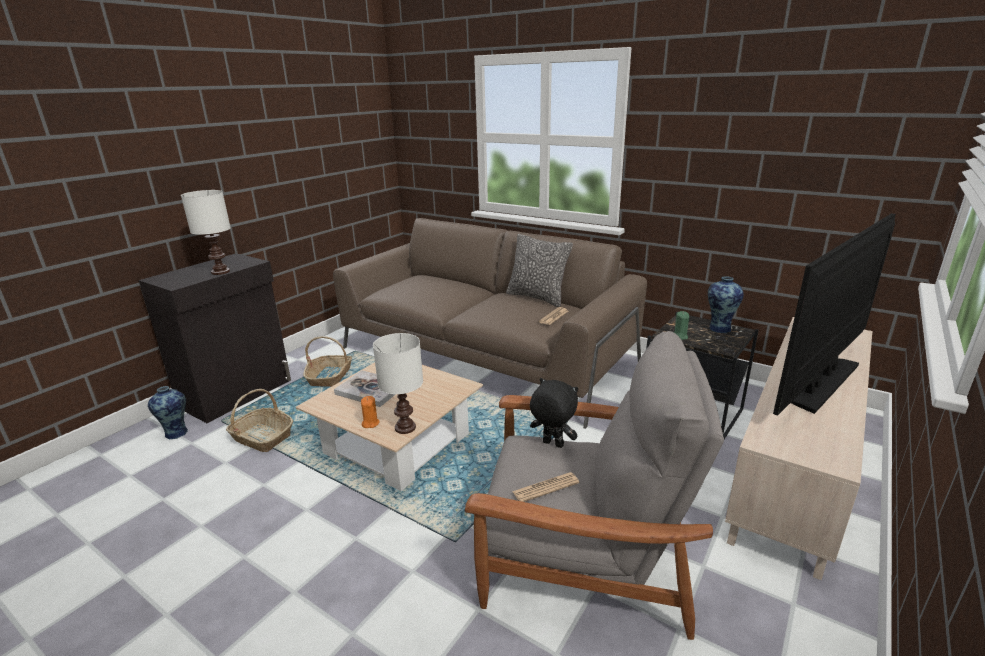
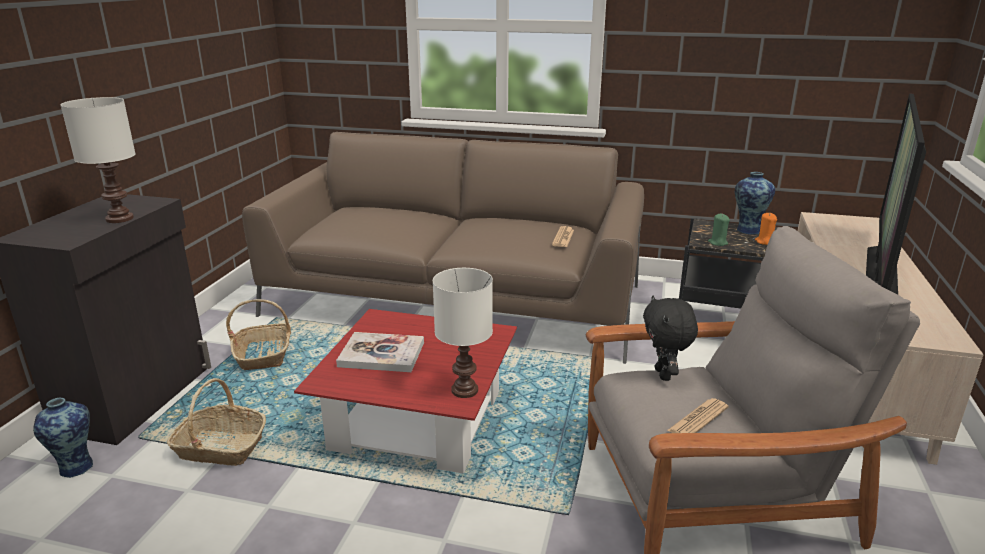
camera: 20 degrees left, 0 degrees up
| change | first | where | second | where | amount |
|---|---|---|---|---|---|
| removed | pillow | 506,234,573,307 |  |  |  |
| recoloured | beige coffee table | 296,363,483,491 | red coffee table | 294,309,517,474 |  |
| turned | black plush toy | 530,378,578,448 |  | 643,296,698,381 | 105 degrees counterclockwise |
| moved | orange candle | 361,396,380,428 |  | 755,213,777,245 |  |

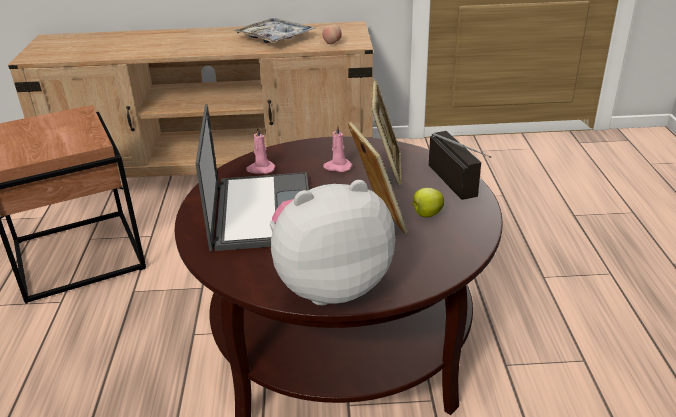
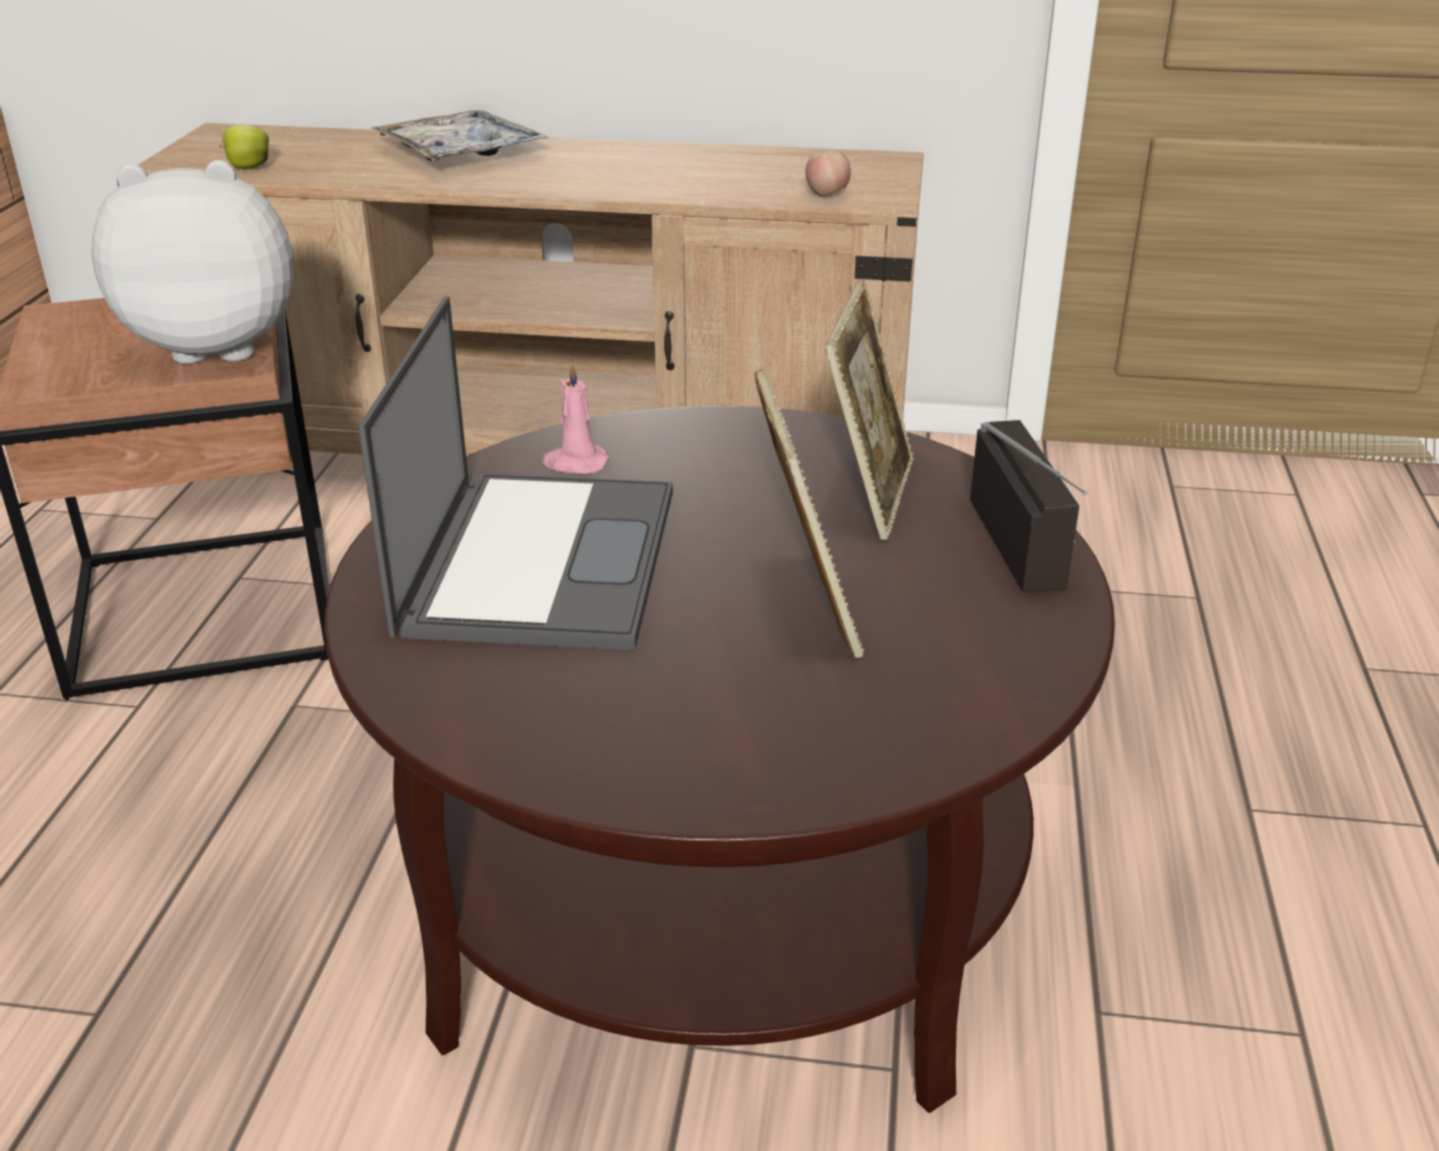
camera: 10 degrees right, 0 degrees up
| change | first | where | second | where | amount |
|---|---|---|---|---|---|
| moved | tray | 232,18,316,43 |  | 370,110,549,161 |  |
| removed | pink candle | 323,124,352,172 |  |  |  |
| moved | plush toy | 270,180,395,305 |  | 91,160,294,364 |  |
| moved | apple | 411,188,444,217 |  | 219,124,269,169 |  |

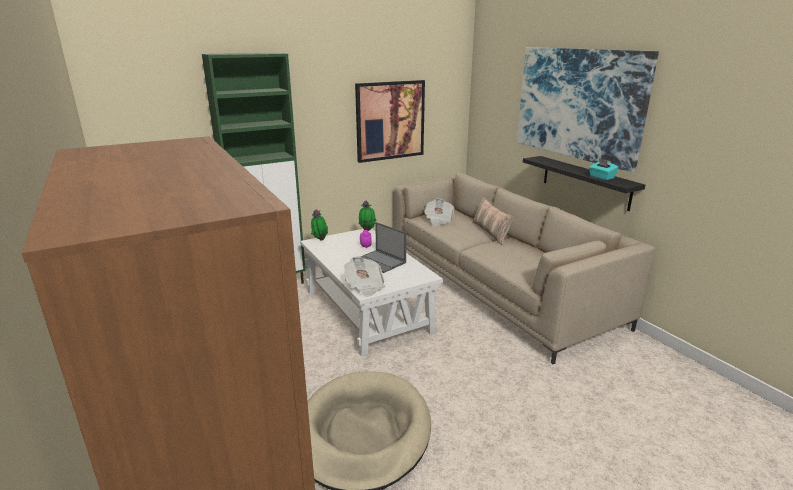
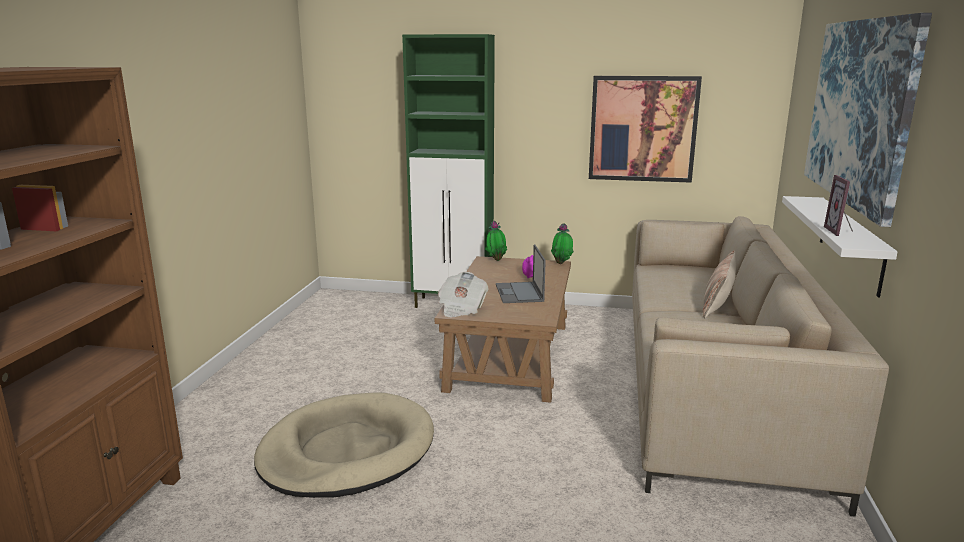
camera: 40 degrees right, 5 degrees down
| change | first | where | second | where | amount |
|---|---|---|---|---|---|
| recoloured | black shelf | 523,156,645,211 | white shelf | 782,196,898,297 |  |
| replaced | turquoise tissue box | 589,159,619,180 | picture frame | 824,175,853,236 |  |
| removed | newspaper | 424,199,455,226 |  |  |  |
| recoloured | white coffee table | 300,228,443,356 | brown coffee table | 435,256,571,403 |  |

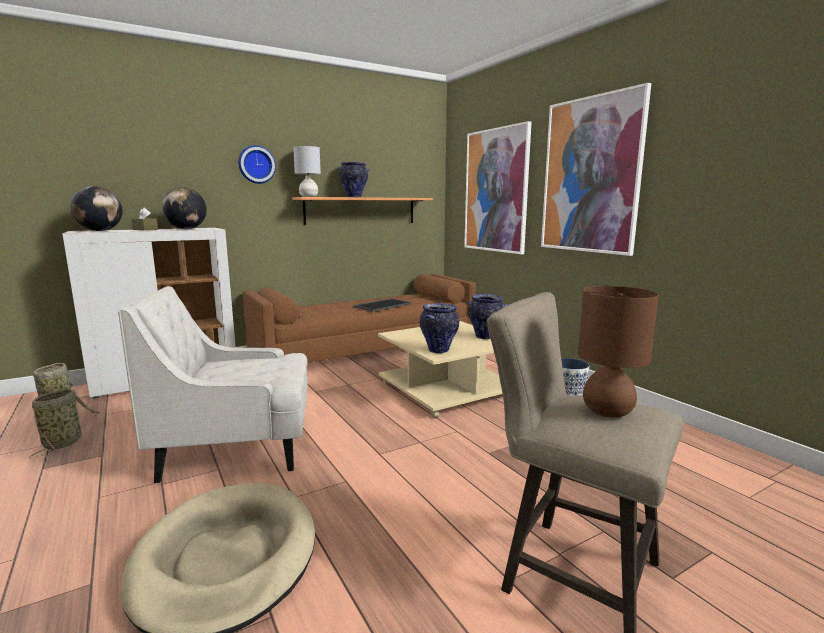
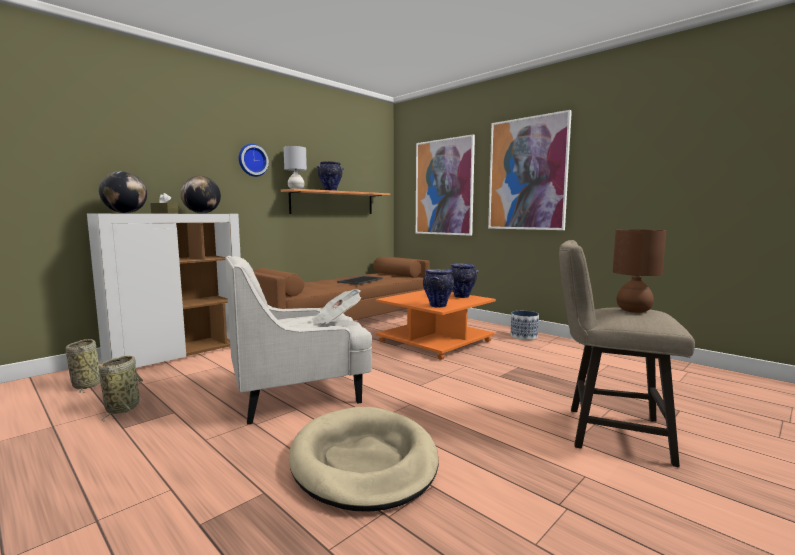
camera: 15 degrees left, 5 degrees down
| change | first | where | second | where | amount |
|---|---|---|---|---|---|
| recoloured | beige coffee table | 378,321,502,418 | orange coffee table | 376,290,496,360 |  |
| added |  |  | newspaper | 309,289,361,324 |  |

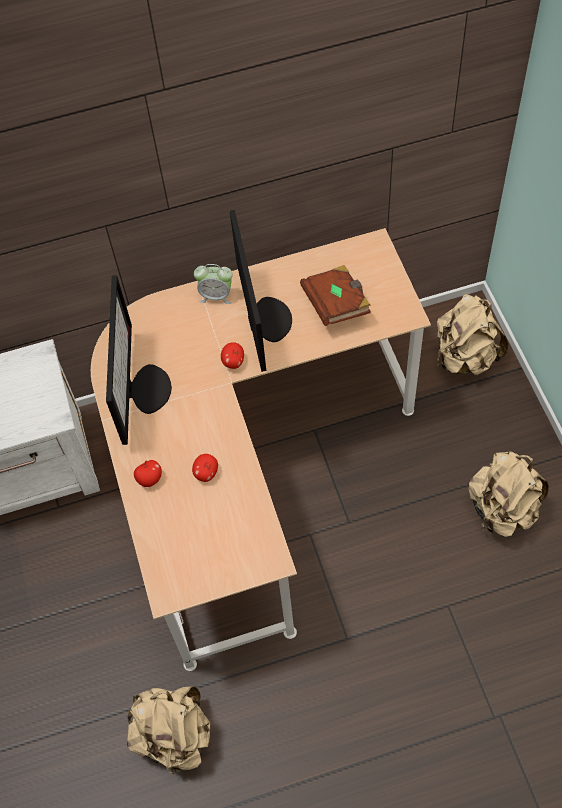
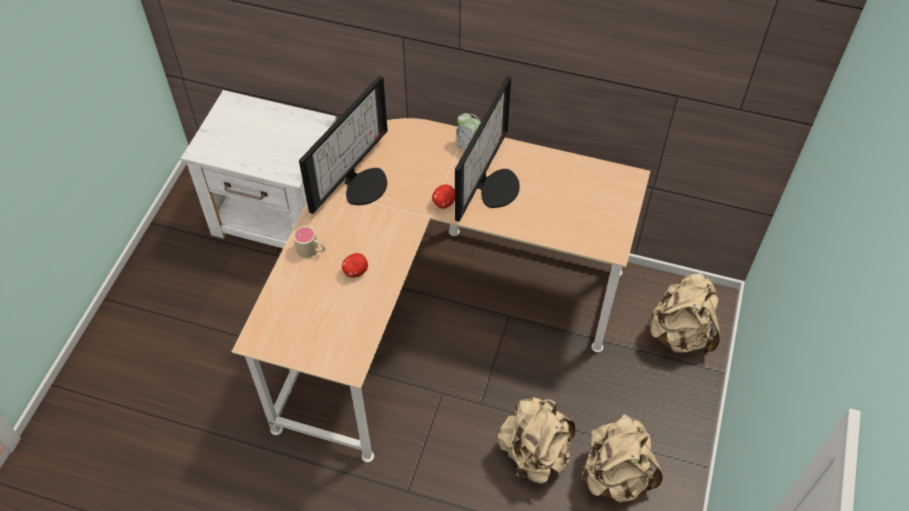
camera: 30 degrees right, 5 degrees down
| change | first | where | second | where | amount |
|---|---|---|---|---|---|
| removed | brown book | 300,265,371,326 |  |  |  |
| replaced | apple | 134,460,162,487 | beige mug | 293,226,325,258 |  |
| moved | beige backpack | 127,686,210,774 |  | 497,397,575,484 |  |

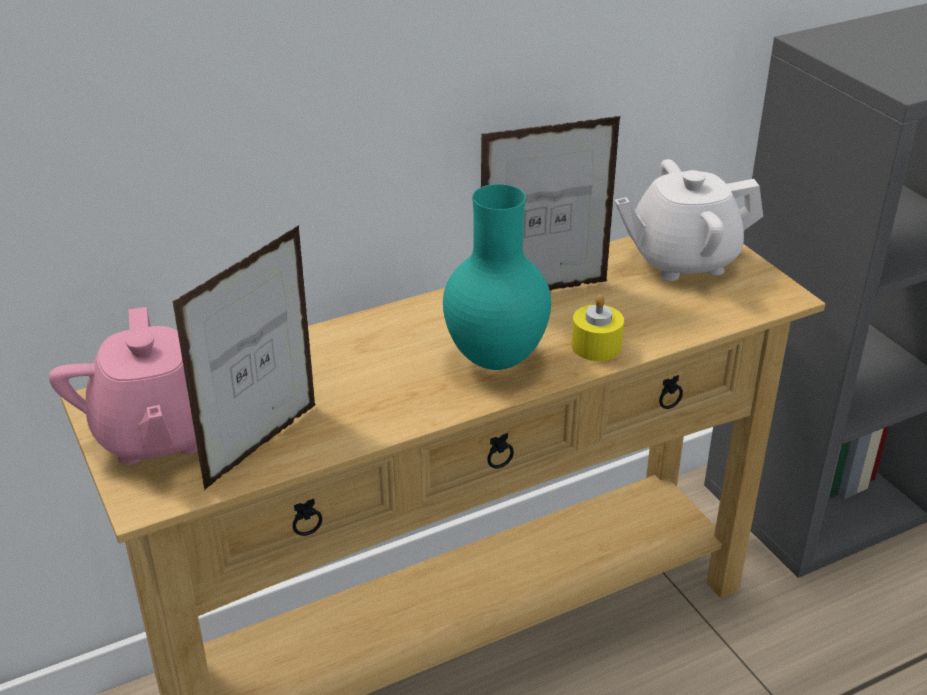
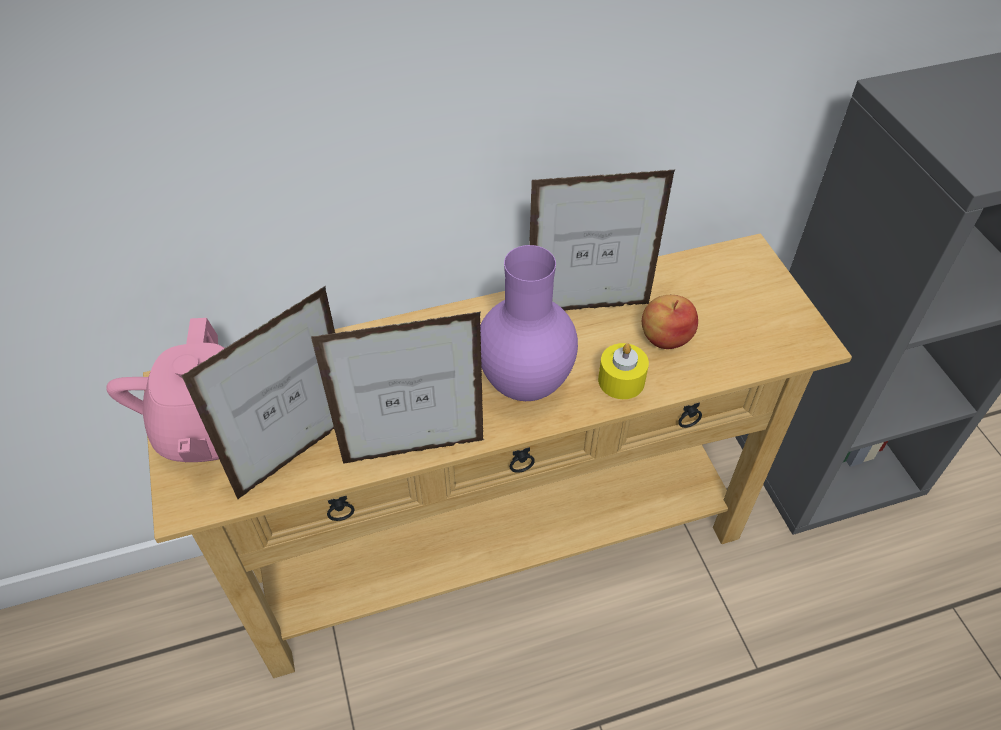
camera: 10 degrees right, 15 degrees up
| change | first | where | second | where | amount |
|---|---|---|---|---|---|
| removed | white teapot | 614,159,763,281 |  |  |  |
| recoloured | turquoise vase | 443,184,551,370 | purple vase | 480,245,578,401 |  |
| added |  |  | apple | 642,295,698,349 |  |
| added |  |  | picture frame | 311,311,485,464 |  |

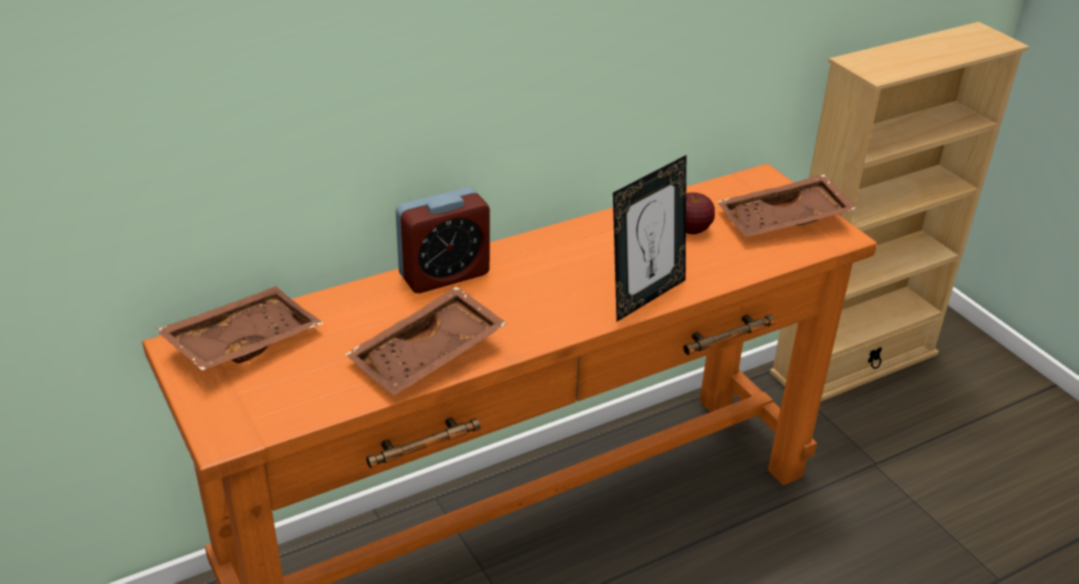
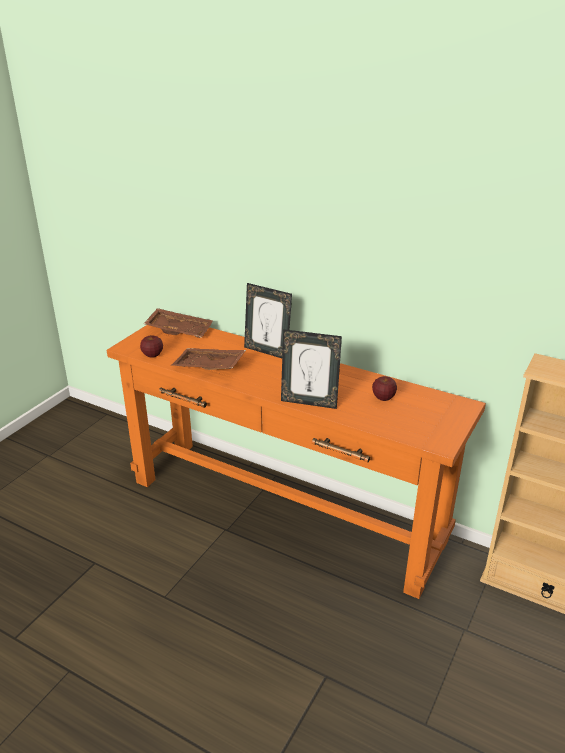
camera: 60 degrees right, 5 degrees down
| change | first | where | second | where | amount |
|---|---|---|---|---|---|
| removed | brown tray | 717,174,857,237 |  |  |  |
| replaced | alarm clock | 396,187,490,293 | picture frame | 244,283,292,358 |  |
| added |  |  | apple | 140,335,163,358 |  |

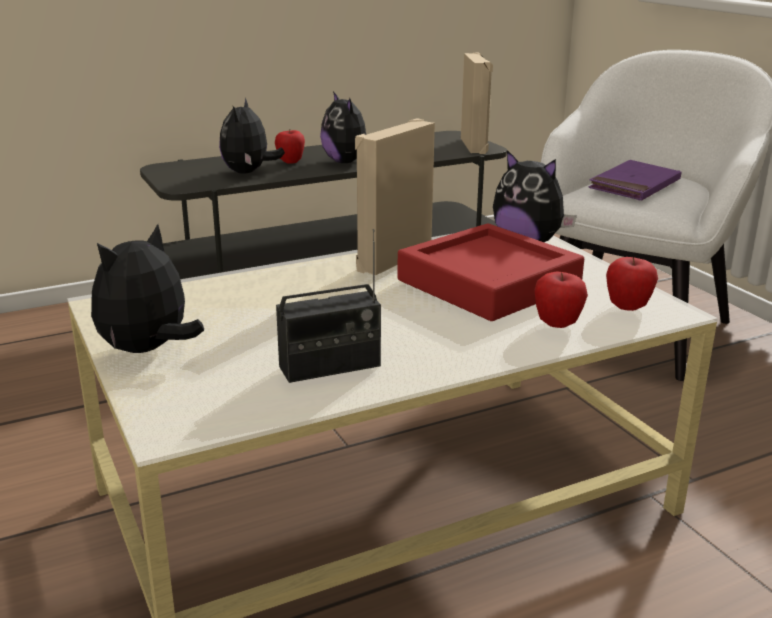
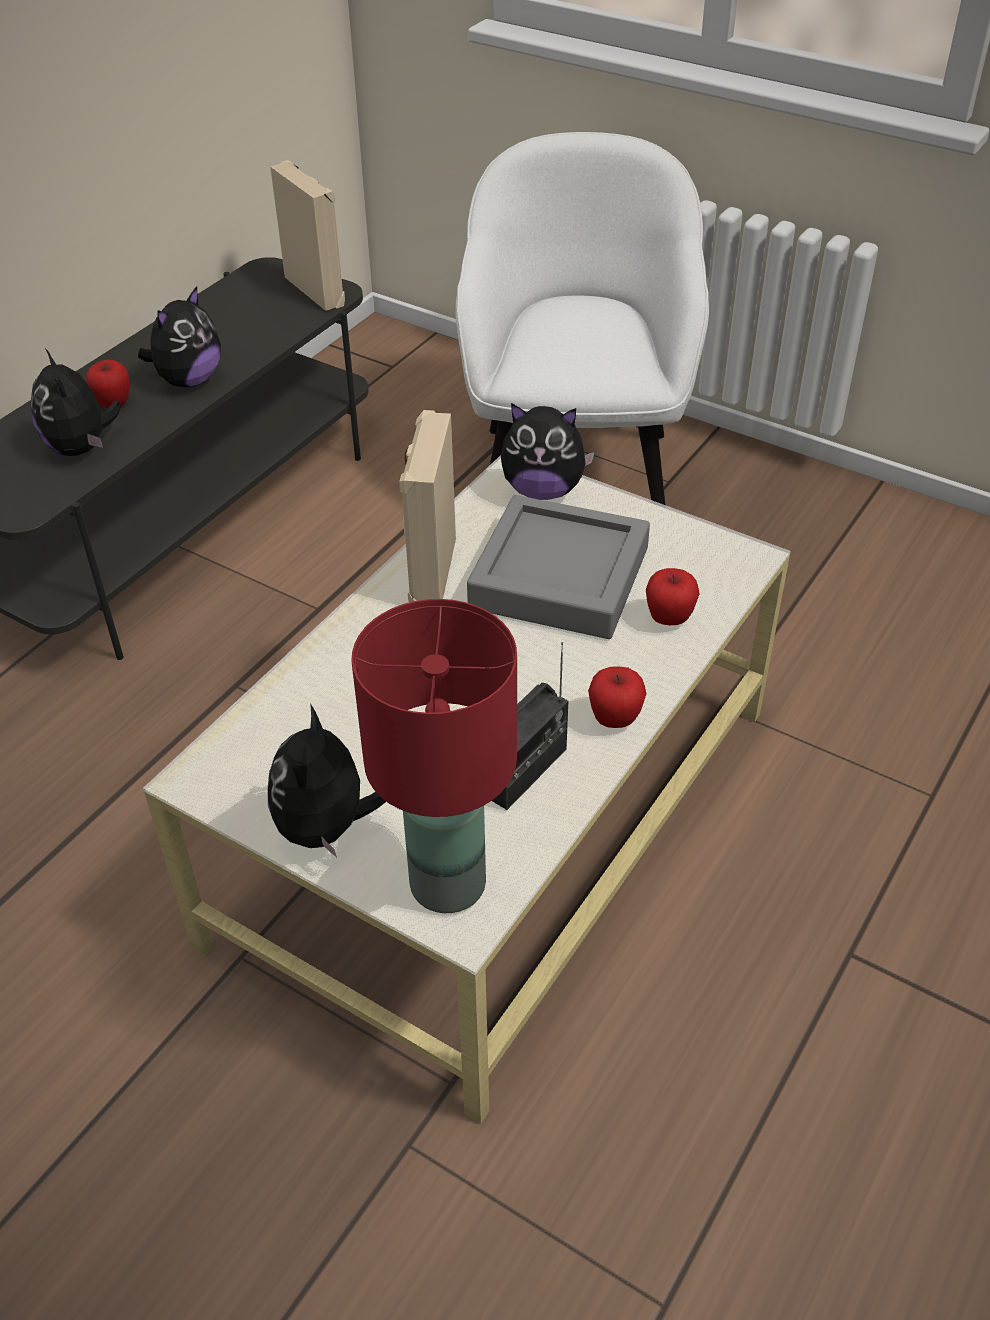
camera: 30 degrees left, 20 degrees up
| change | first | where | second | where | amount |
|---|---|---|---|---|---|
| turned | plush toy | 320,91,366,163 |  | 138,286,221,388 | 90 degrees counterclockwise |
| removed | purple book | 589,160,682,200 |  |  |  |
| recoloured | red tray | 397,224,584,321 | grey tray | 467,495,650,639 |  |
| moved | apple | 606,257,658,311 |  | 588,666,646,728 |  |
| added |  |  | red table lamp | 352,599,517,913 |  |

